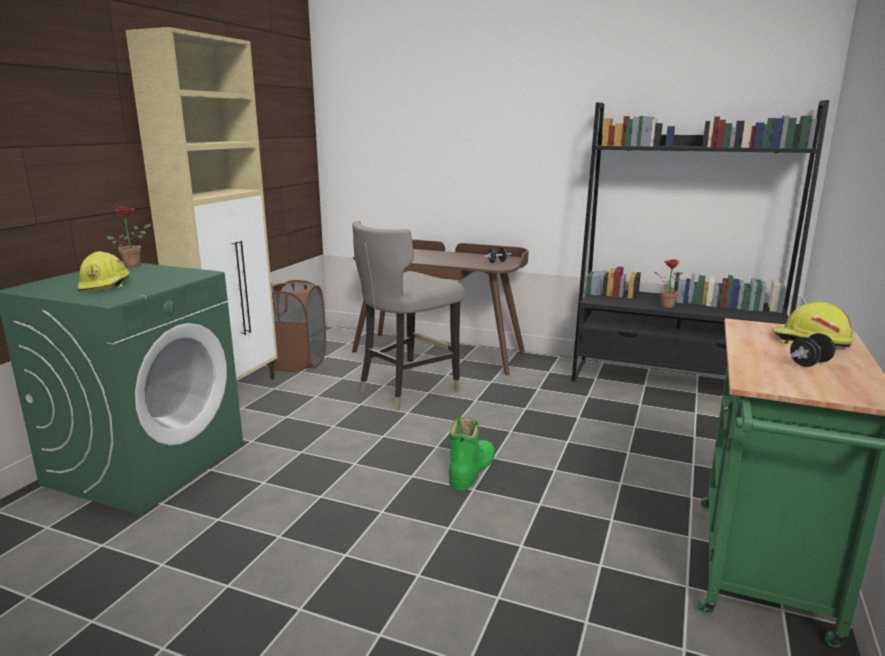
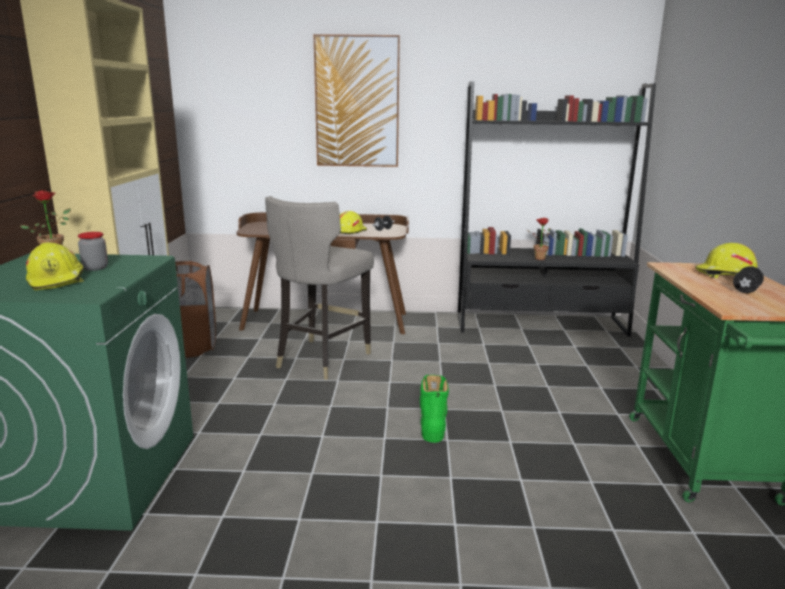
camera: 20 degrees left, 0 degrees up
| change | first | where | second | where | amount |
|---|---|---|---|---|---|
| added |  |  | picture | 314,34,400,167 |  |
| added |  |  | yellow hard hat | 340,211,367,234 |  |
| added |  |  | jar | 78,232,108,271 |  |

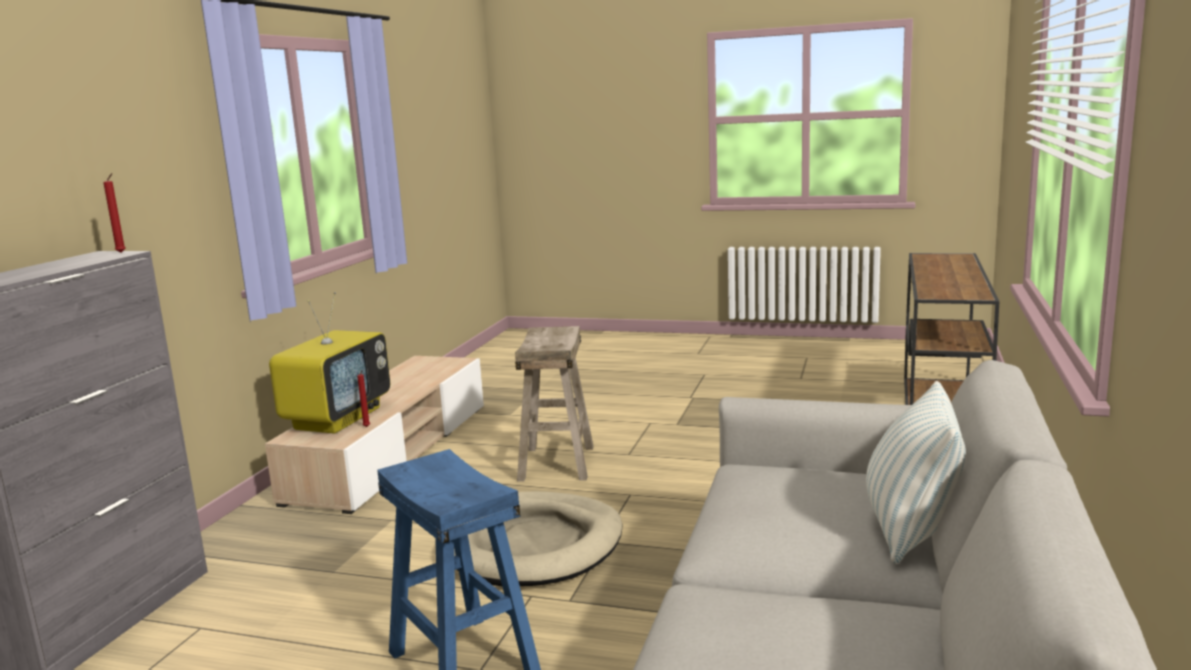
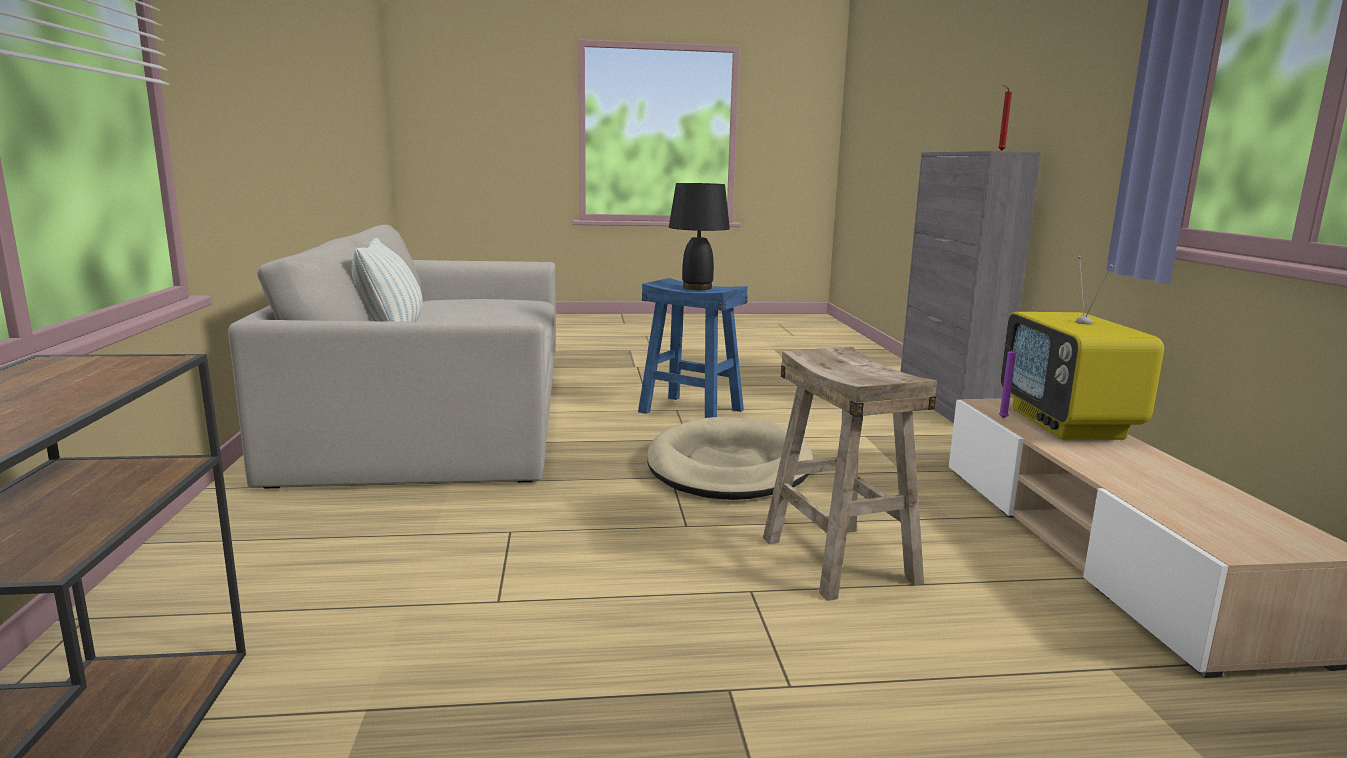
camera: 155 degrees right, 0 degrees up
| change | first | where | second | where | amount |
|---|---|---|---|---|---|
| recoloured | red candle | 357,370,370,427 | purple candle | 999,344,1016,418 |  |
| added |  |  | black table lamp | 669,183,730,290 |  |

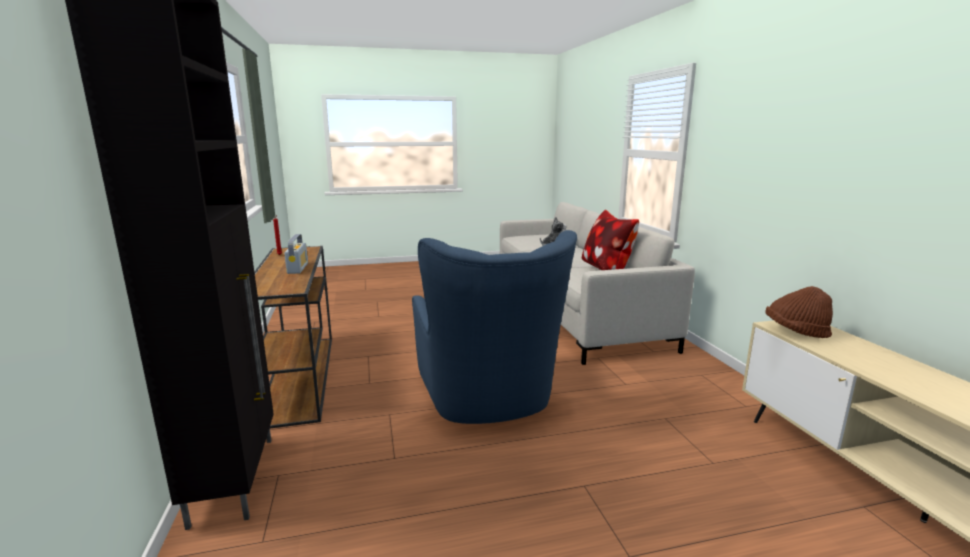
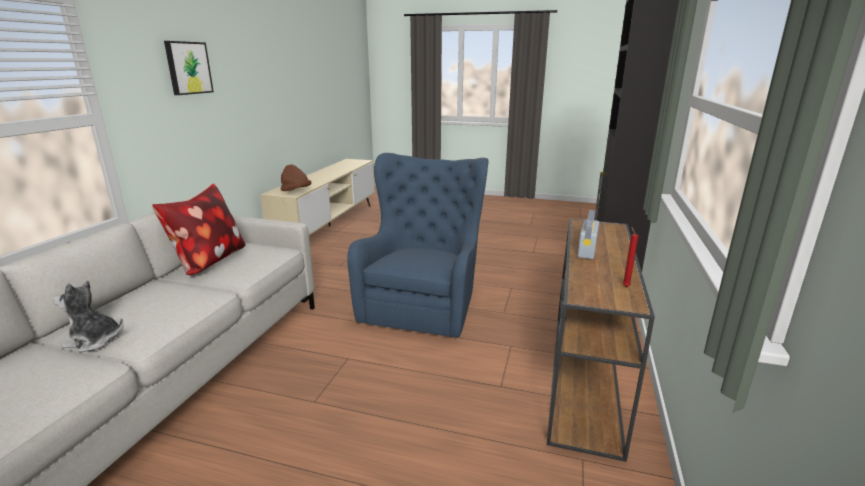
camera: 150 degrees left, 5 degrees up
| change | first | where | second | where | amount |
|---|---|---|---|---|---|
| added |  |  | picture | 164,41,214,95 |  |

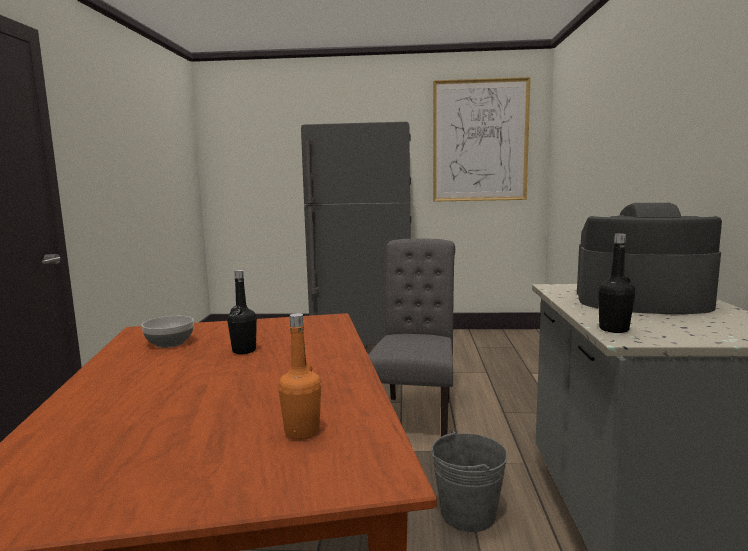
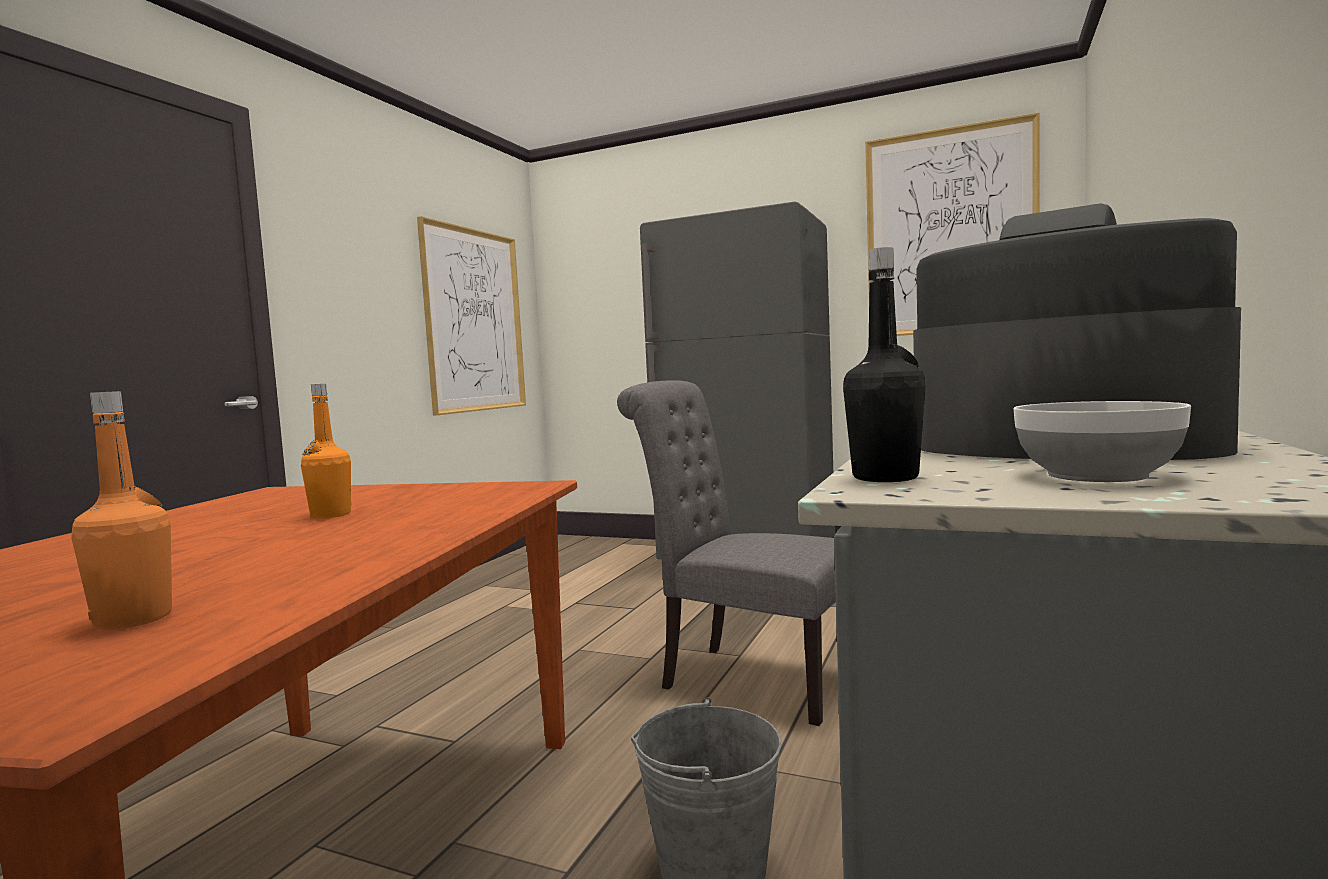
camera: 20 degrees right, 5 degrees down
| change | first | where | second | where | amount |
|---|---|---|---|---|---|
| turned | grey chair | 368,238,455,437 |  | 617,380,836,726 | 90 degrees counterclockwise |
| recoloured | black bottle | 227,270,257,354 | orange bottle | 301,384,352,519 |  |
| moved | bowl | 141,316,194,348 |  | 1013,401,1191,482 |  |
| added |  |  | picture | 417,216,526,415 |  |

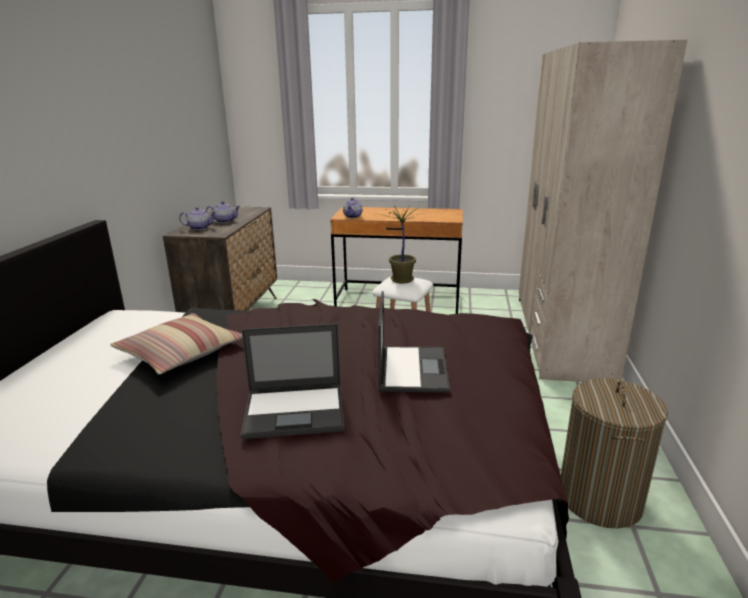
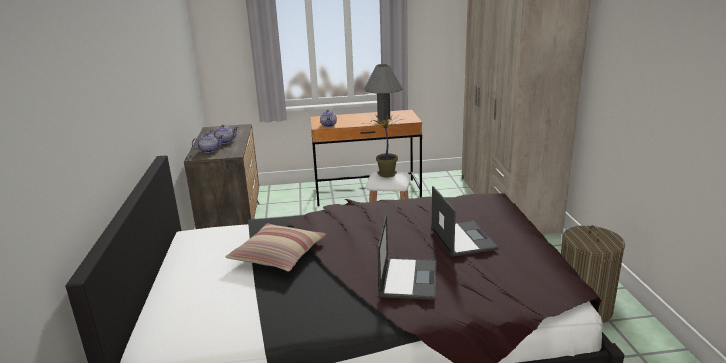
camera: 15 degrees left, 0 degrees up
| change | first | where | second | where | amount |
|---|---|---|---|---|---|
| turned | laptop | 241,324,344,439 |  | 378,214,437,300 | 60 degrees counterclockwise |
| added |  |  | grey table lamp | 364,64,403,120 |  |

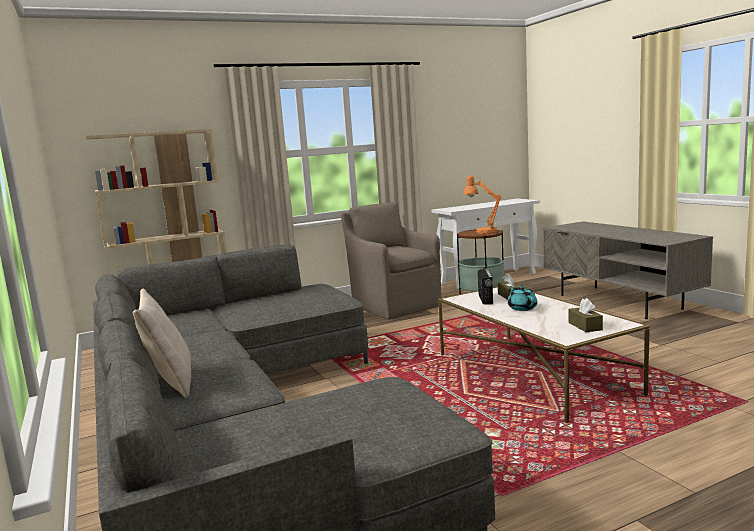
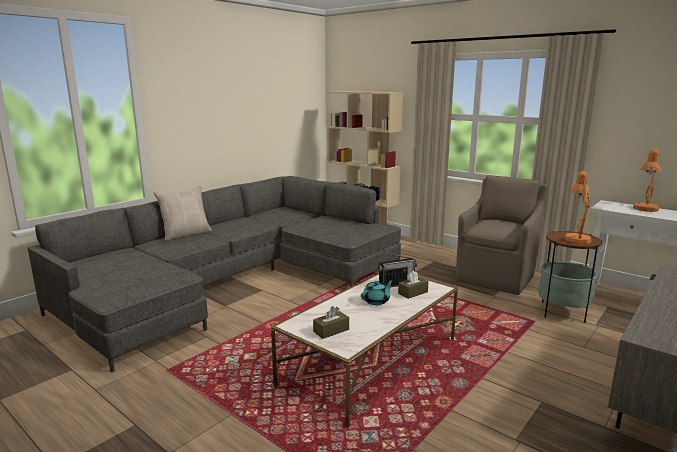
camera: 65 degrees right, 5 degrees up
| change | first | where | second | where | amount |
|---|---|---|---|---|---|
| added |  |  | orange table lamp | 633,149,661,212 |  |

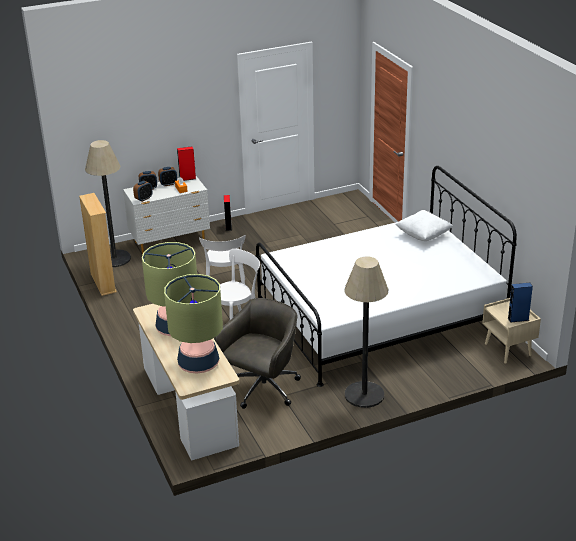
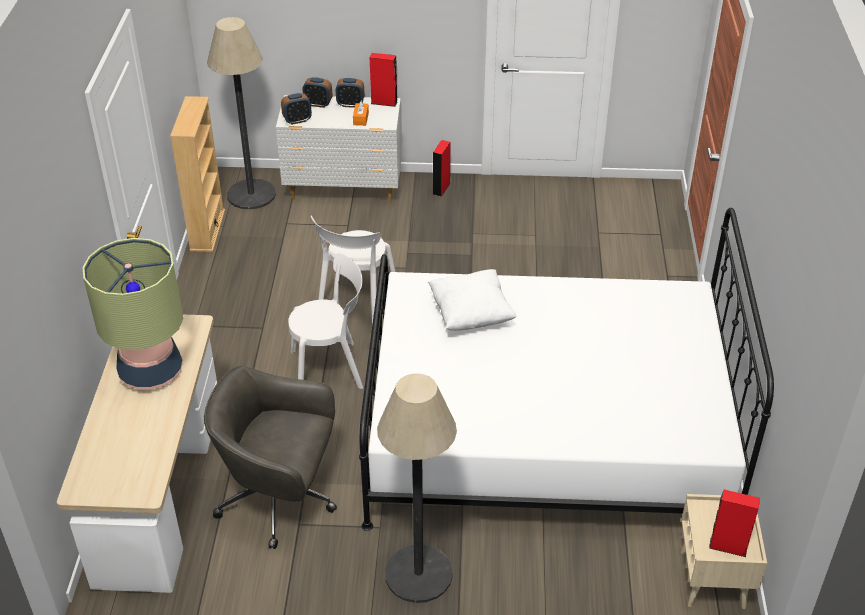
camera: 25 degrees right, 10 degrees up
| change | first | where | second | where | amount |
|---|---|---|---|---|---|
| moved | white pillow | 395,210,453,241 |  | 428,269,517,331 |  |
| removed | table lamp | 164,274,223,374 |  |  |  |
| recoloured | blue speaker | 508,282,533,323 | red speaker | 709,490,760,557 |  |
| turned | grey office chair | 214,298,301,409 |  | 204,366,337,549 | 135 degrees counterclockwise |

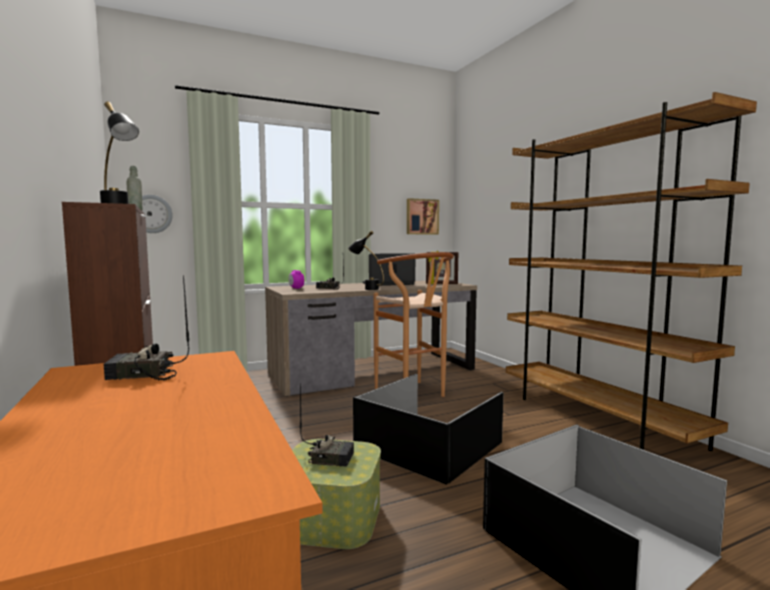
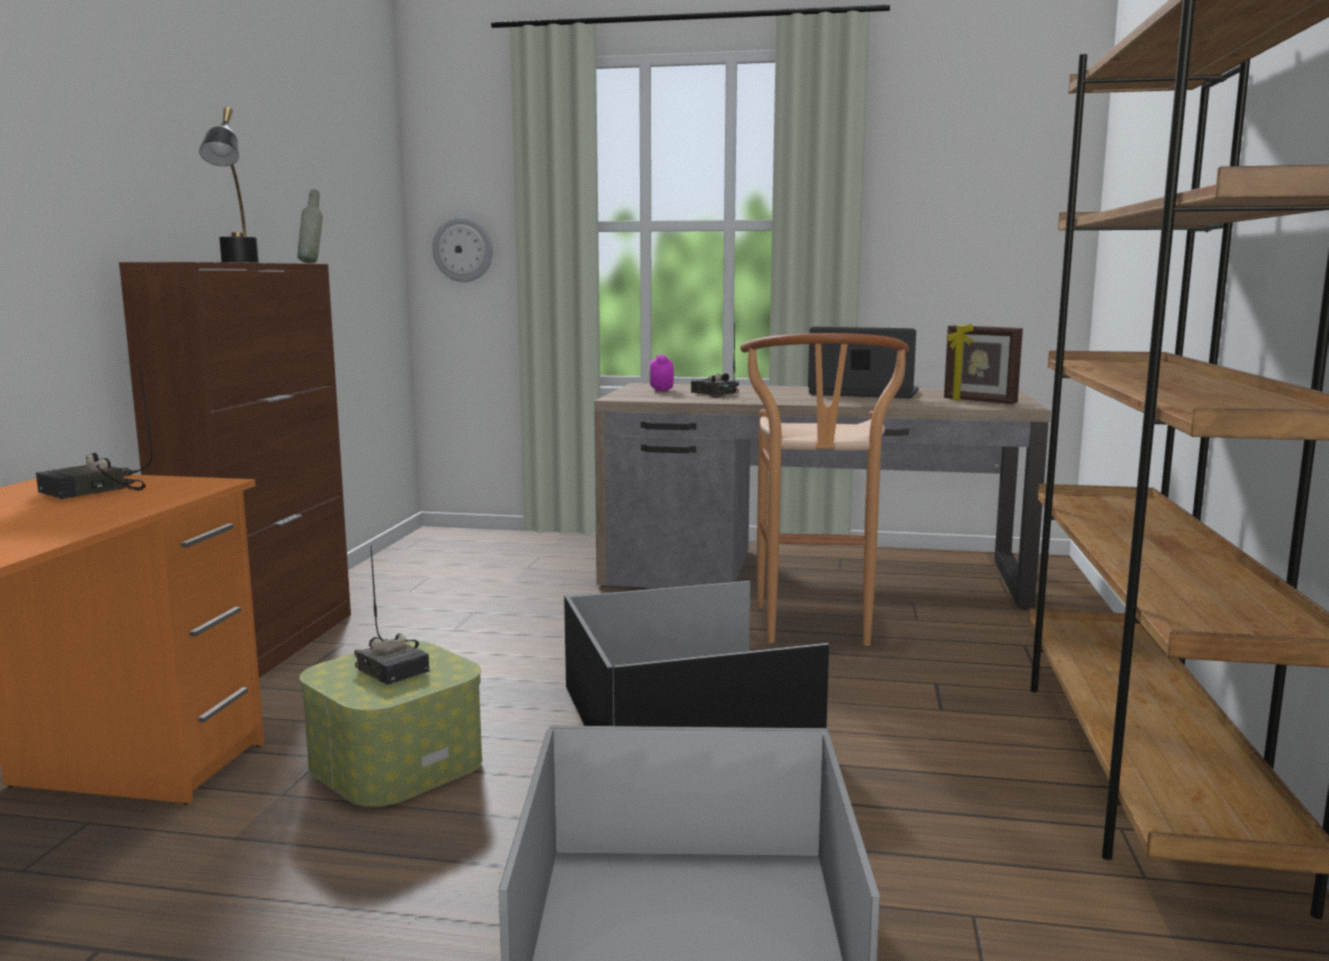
camera: 35 degrees right, 5 degrees up
| change | first | where | second | where | amount |
|---|---|---|---|---|---|
| removed | picture | 407,198,439,235 |  |  |  |
| removed | black table lamp | 348,231,384,290 |  |  |  |
| turned | radio | 104,276,189,381 |  | 36,363,153,499 | 75 degrees counterclockwise |

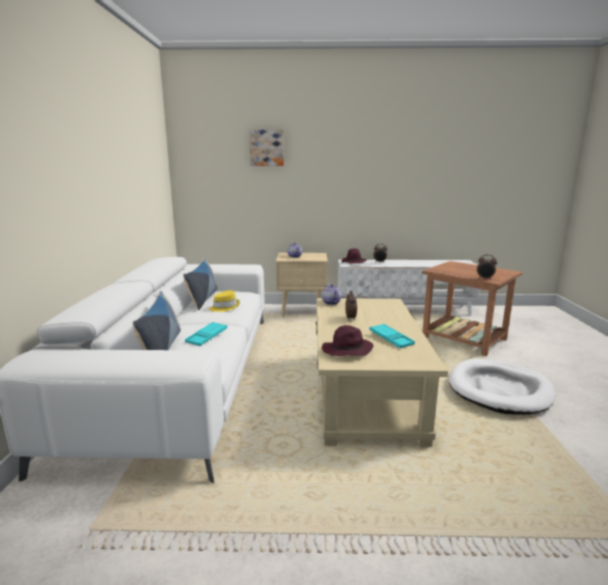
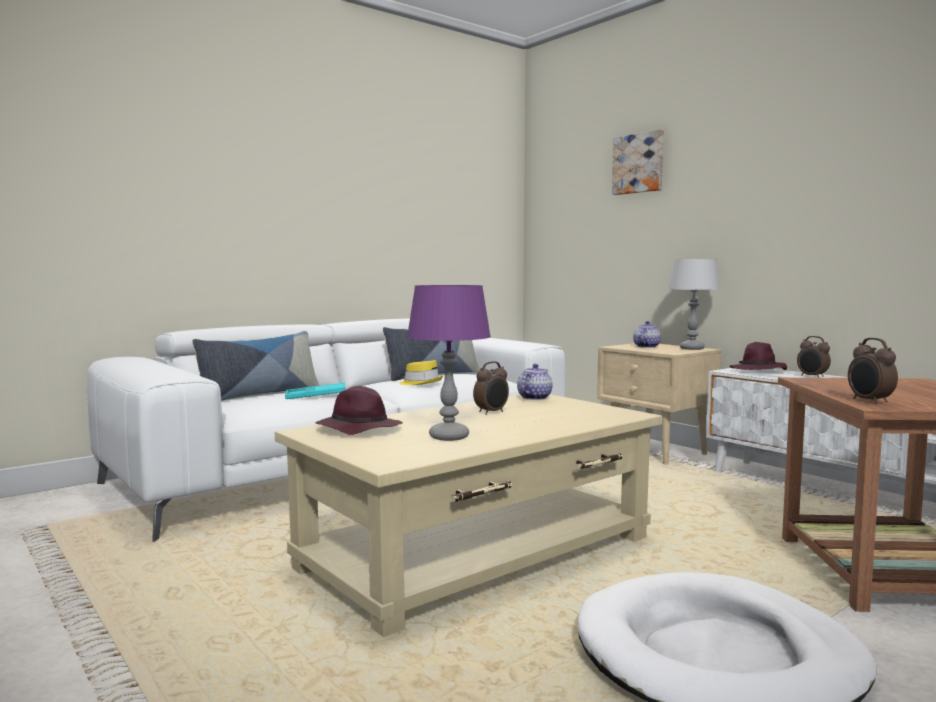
camera: 50 degrees right, 10 degrees down
| change | first | where | second | where | amount |
|---|---|---|---|---|---|
| replaced | turquoise tray | 369,324,415,348 | purple table lamp | 407,285,491,441 |  |
| added |  |  | grey table lamp | 669,259,720,350 |  |

